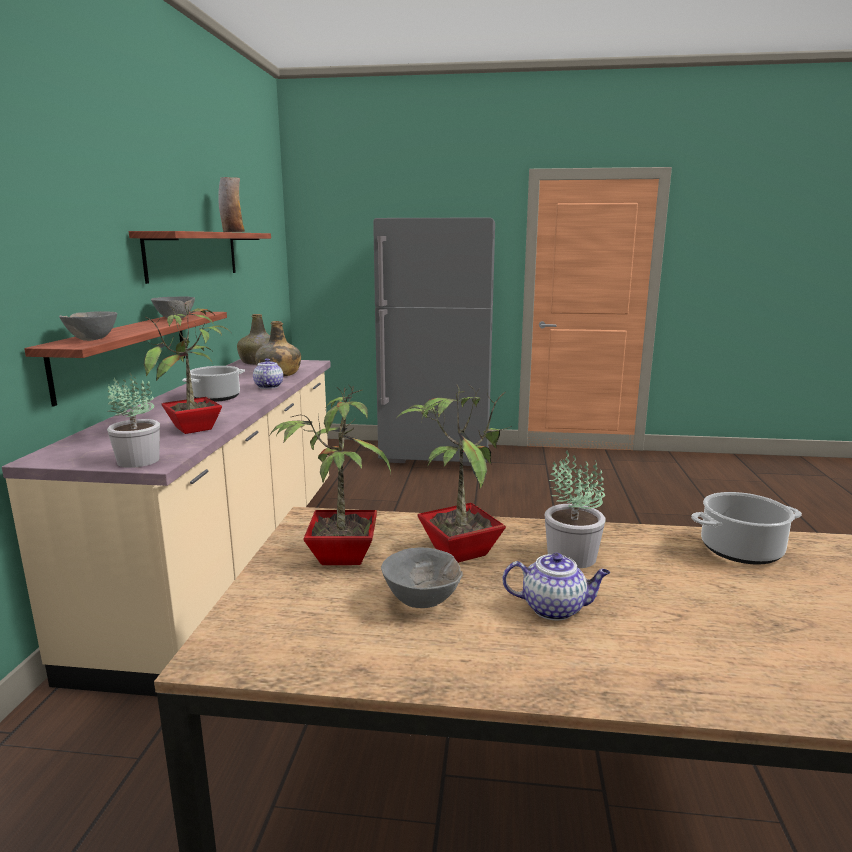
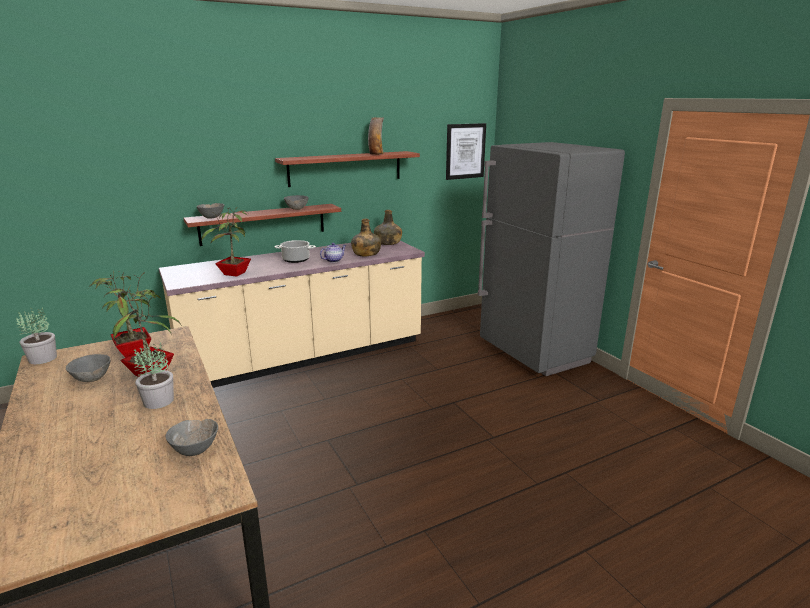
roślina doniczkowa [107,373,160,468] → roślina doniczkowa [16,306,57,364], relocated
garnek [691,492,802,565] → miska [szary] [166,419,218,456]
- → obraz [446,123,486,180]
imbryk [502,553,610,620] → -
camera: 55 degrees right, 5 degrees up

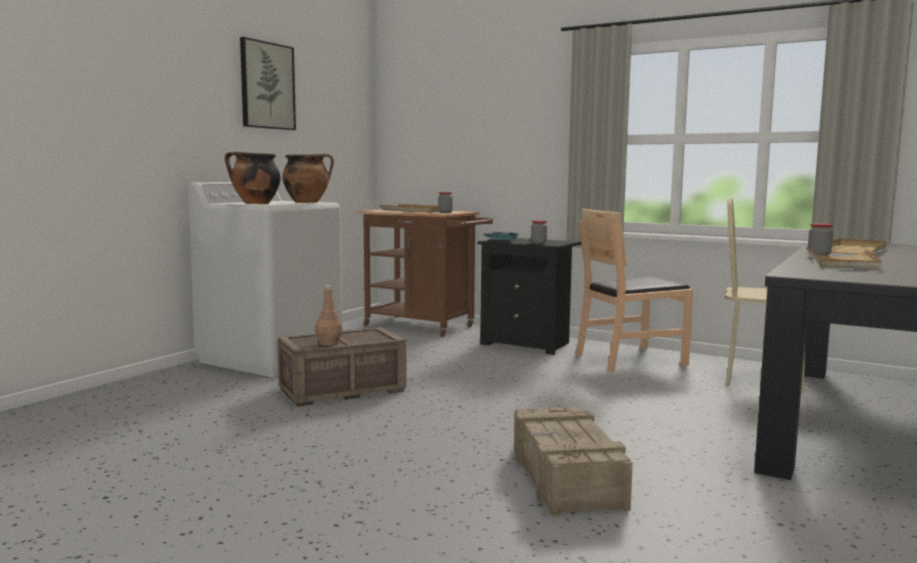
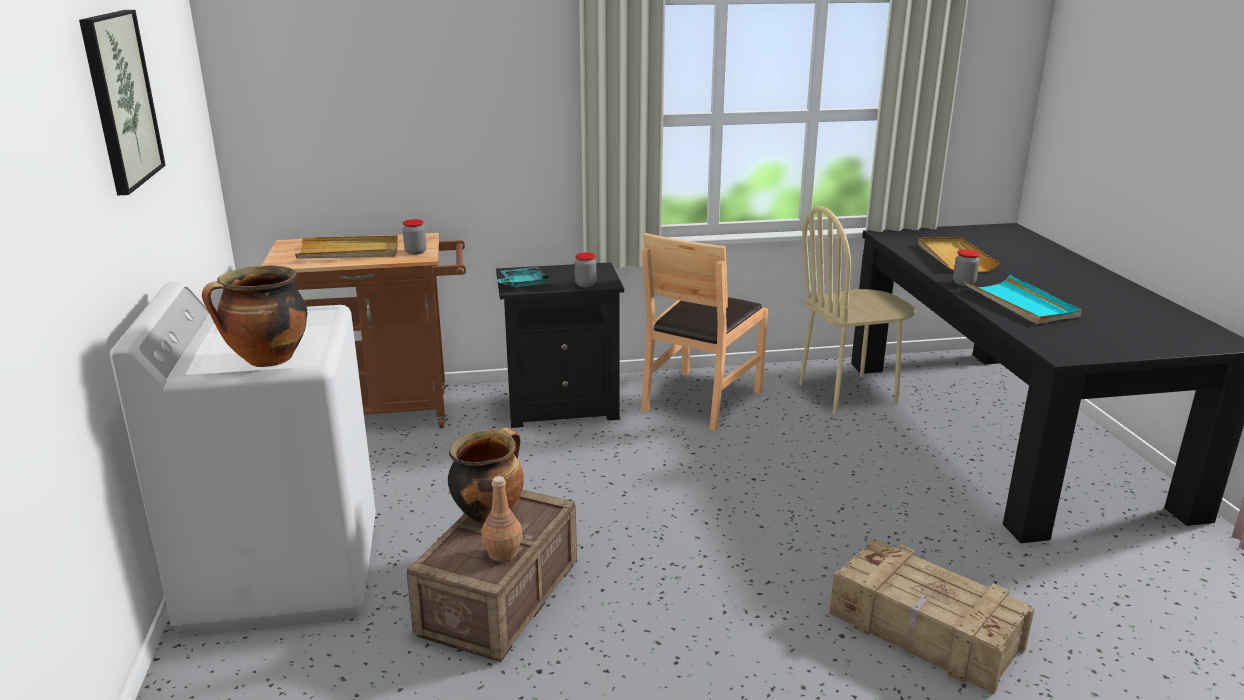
garnek [283,153,334,203] → garnek [448,427,524,524], relocated
taca [beżowy] [806,247,882,270] → taca [turkusowy] [964,275,1082,324]
camera: 40 degrees left, 15 degrees up

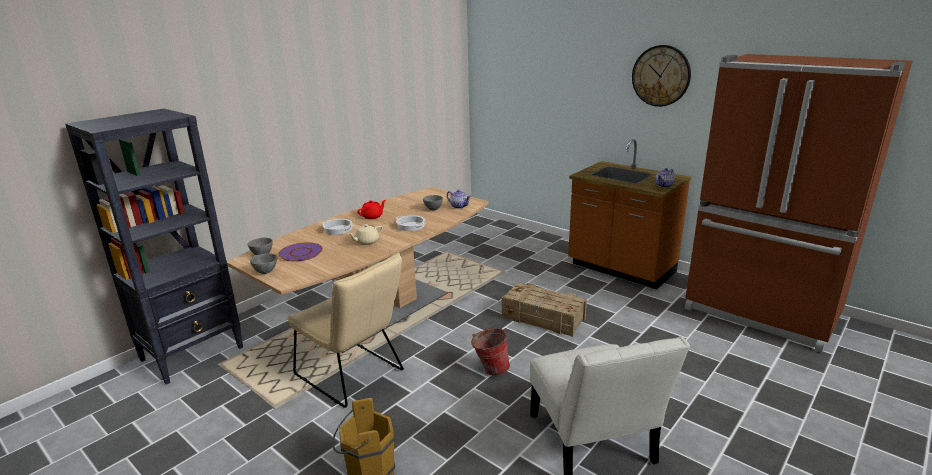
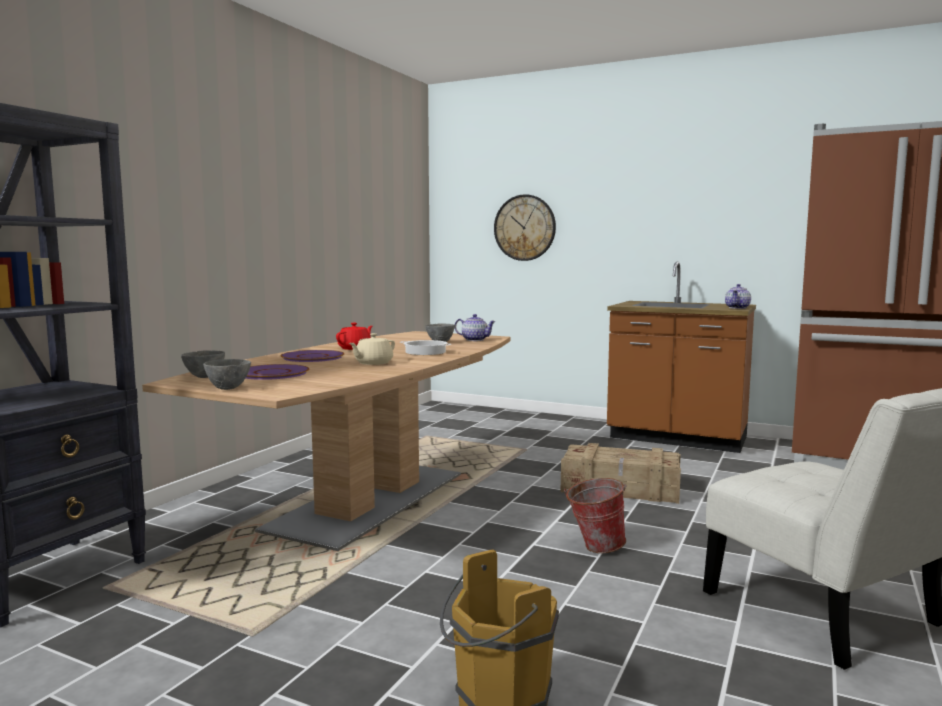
garnek [322,219,354,235] → talerz [fioletowy] [280,350,345,362]
zegar ścienny [632,45,691,107] → zegar ścienny [494,194,556,261], relocated
krzesło [beżowy] [287,253,404,408] → -
camera: 15 degrees left, 15 degrees down

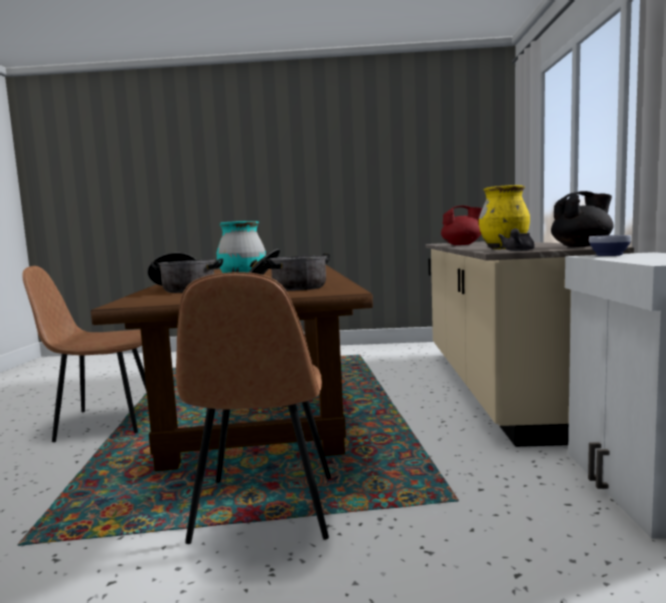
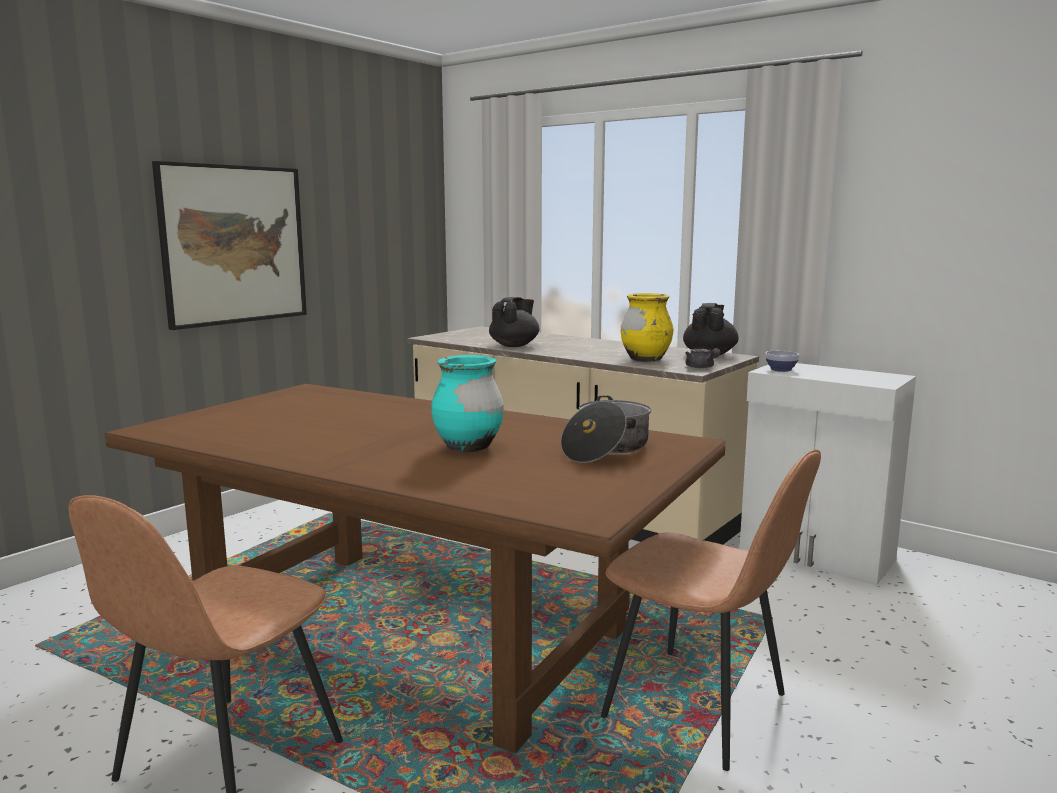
- → obraz [152,161,307,330]
imbryk [czerwony] [441,205,482,245] → imbryk [czarny] [489,297,539,347]
garnek [147,253,223,293] → -
camera: 55 degrees left, 5 degrees up

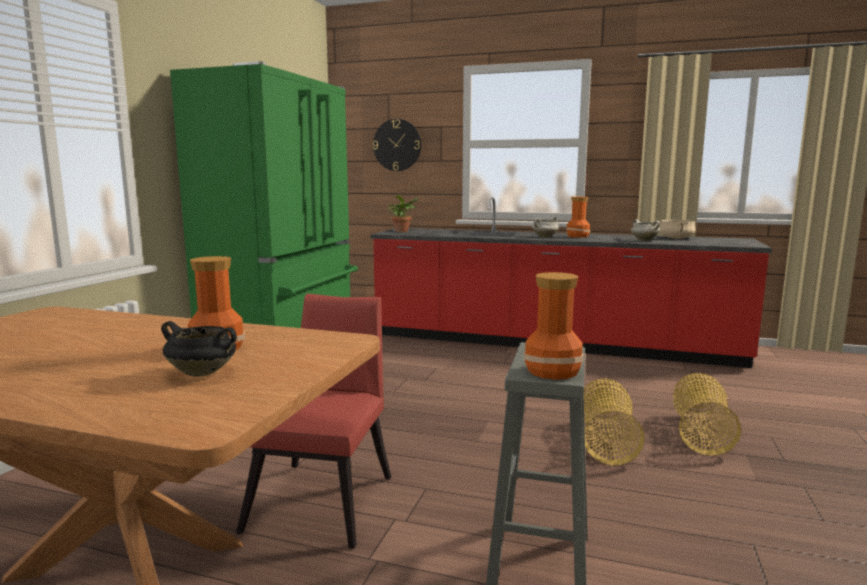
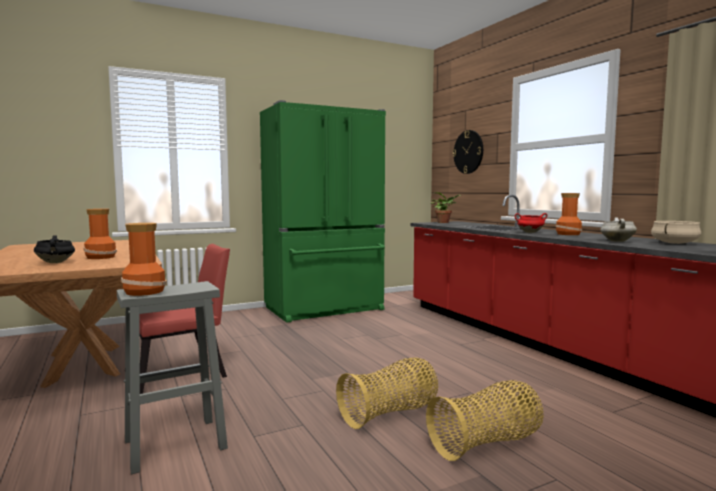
garnek [biały] [532,217,559,238] → garnek [czerwony] [515,213,547,233]
camera: 45 degrees right, 5 degrees down

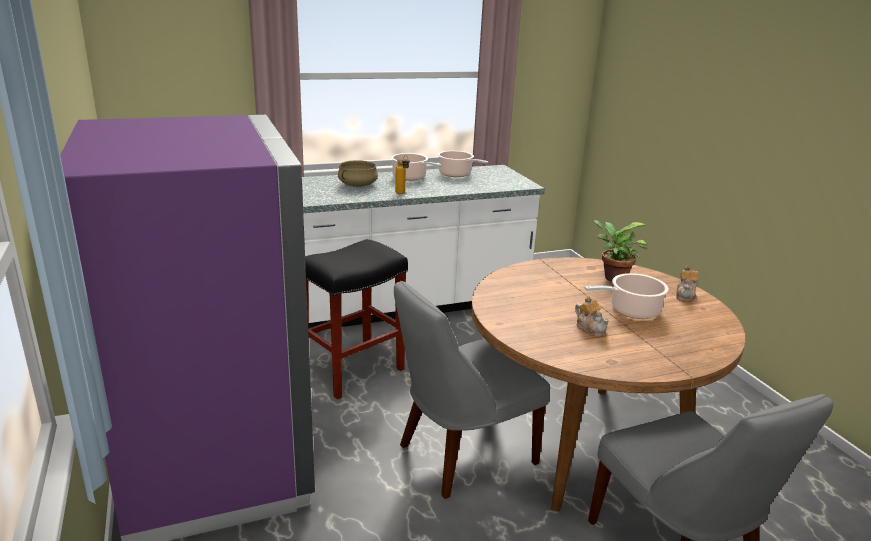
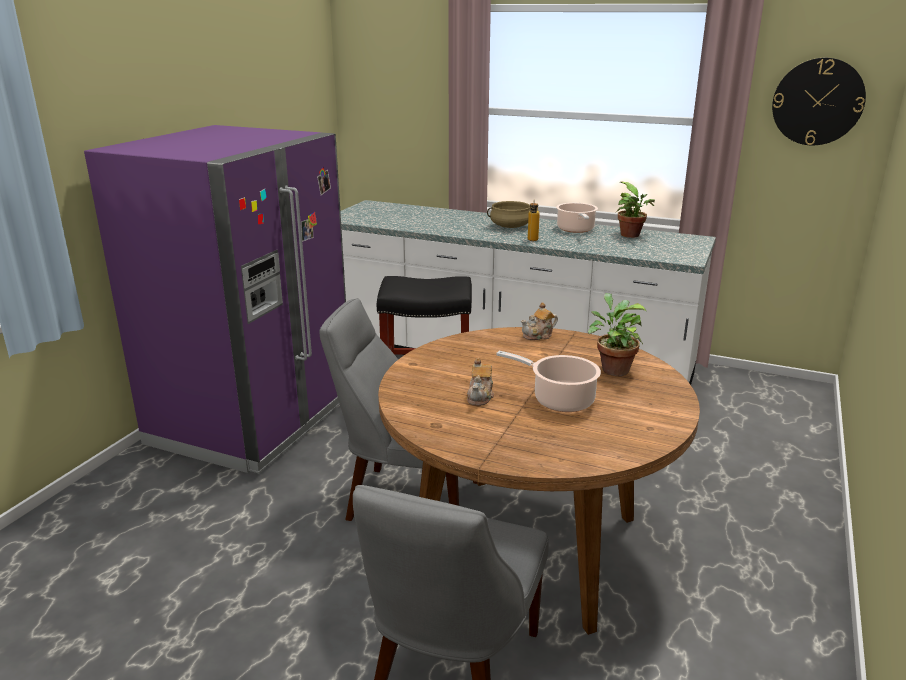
imbryk [676,265,698,302] → imbryk [521,302,558,340], relocated
garnek [438,151,488,177] → roślina doniczkowa [616,182,655,238]
- → zegar ścienny [772,58,866,145]
camera: 45 degrees right, 0 degrees up

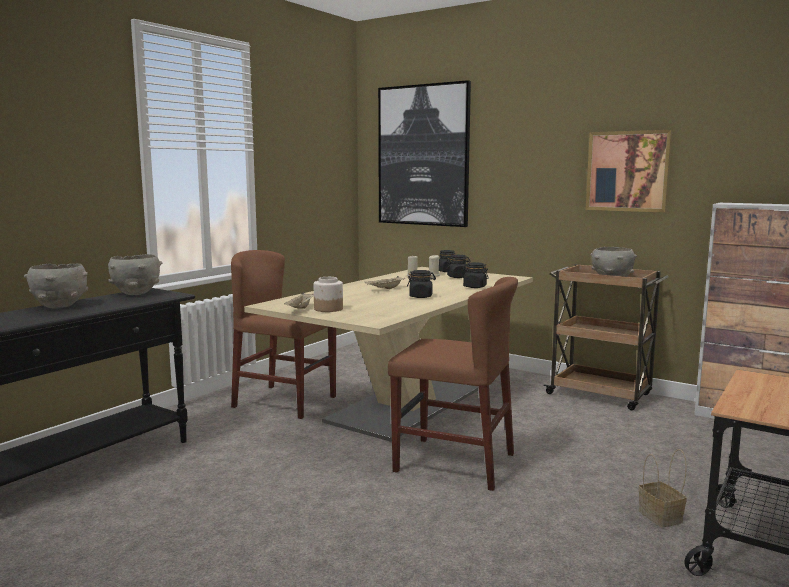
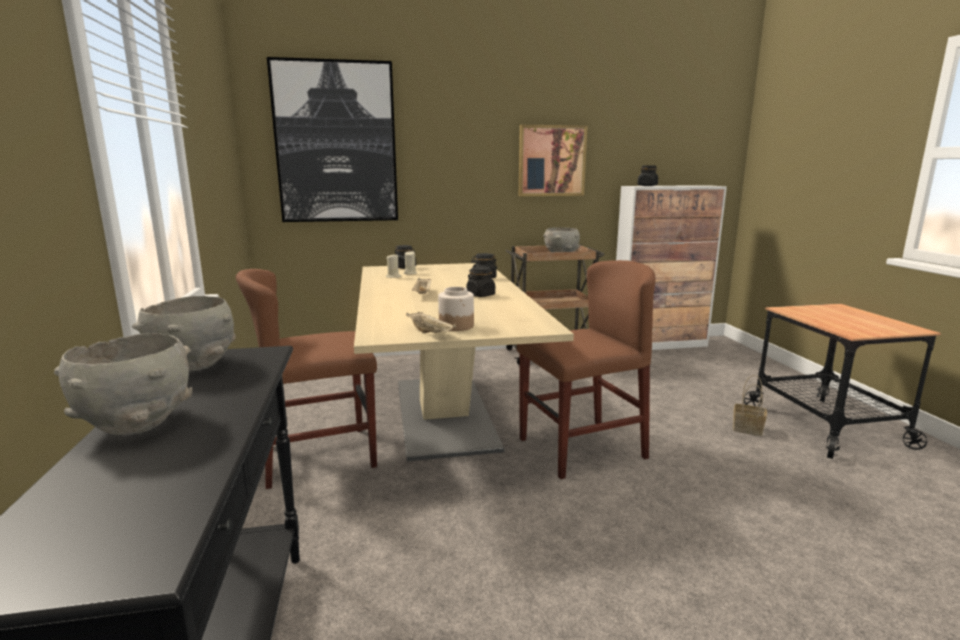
słoik [czarny] [446,255,471,278] → słoik [czarny] [637,166,658,186], relocated
camera: 45 degrees left, 5 degrees up

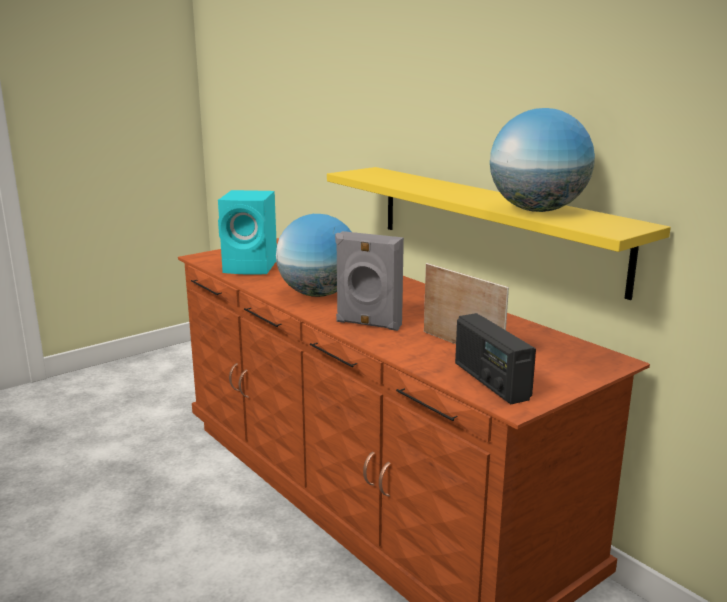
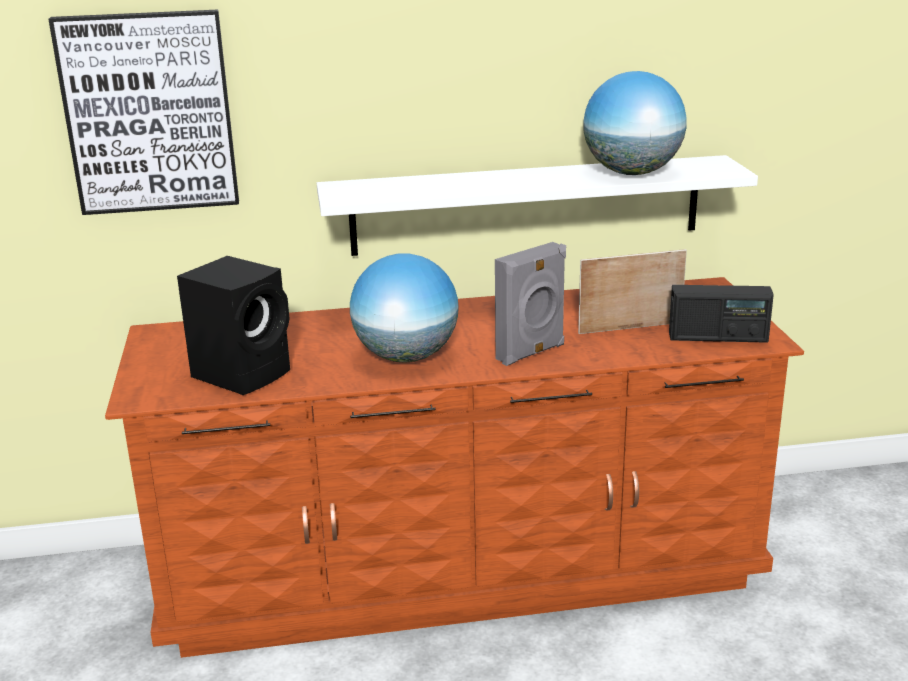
- → obraz [48,10,239,215]
głośnik [turkusowy] [218,190,277,275] → głośnik [czarny] [177,256,290,395]
półka [żółty] [327,167,671,300] → półka [biały] [317,155,758,256]
camera: 60 degrees left, 5 degrees up

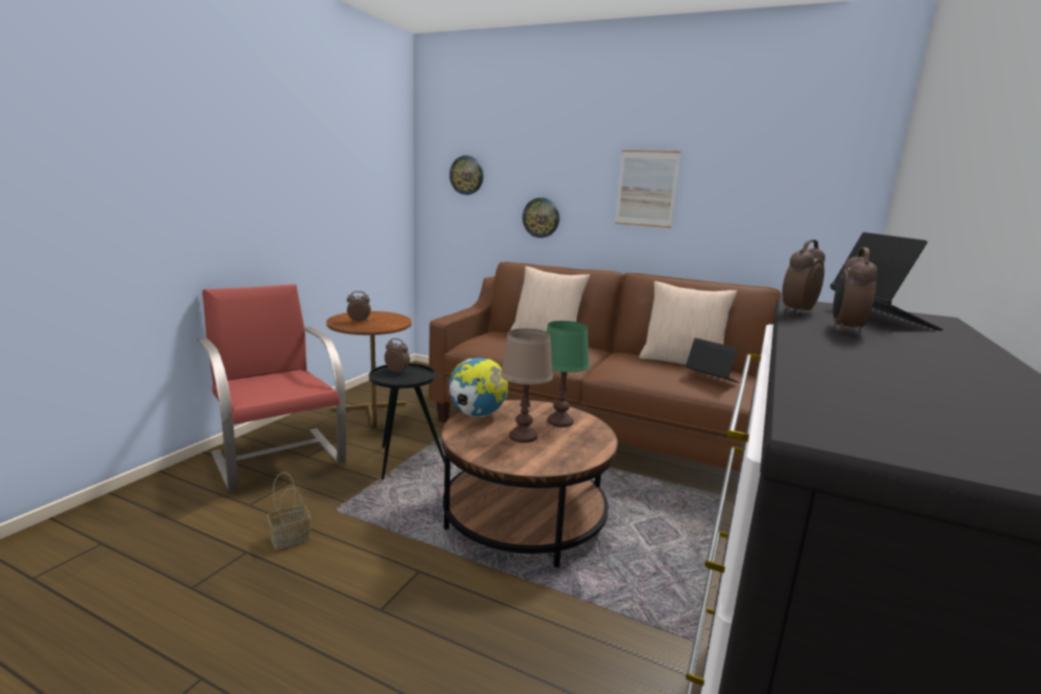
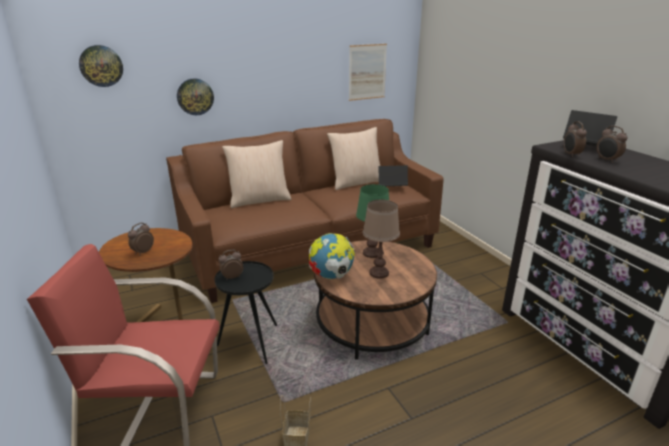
obraz [615,150,681,228] → obraz [349,44,387,101], relocated
camera: 50 degrees left, 10 degrees up

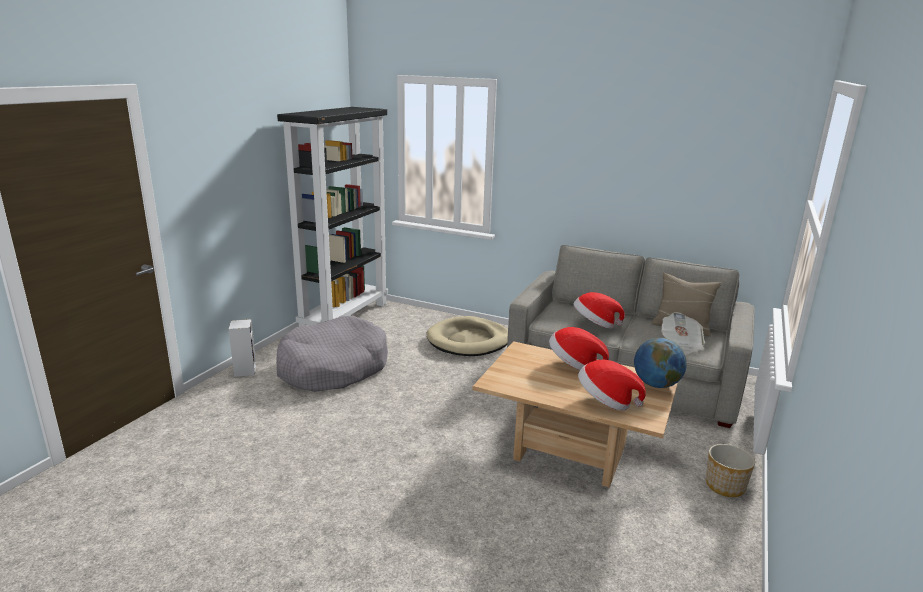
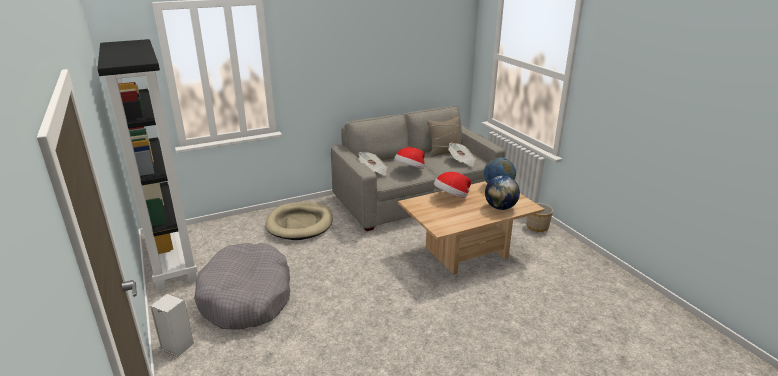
- → gazeta [359,152,388,176]
kapelusz [578,360,646,411] → globus [485,176,520,210]
camera: 50 degrees left, 5 degrees up

